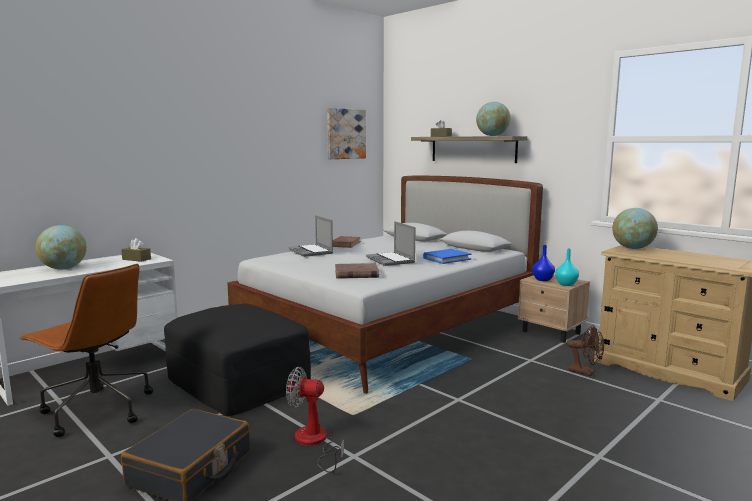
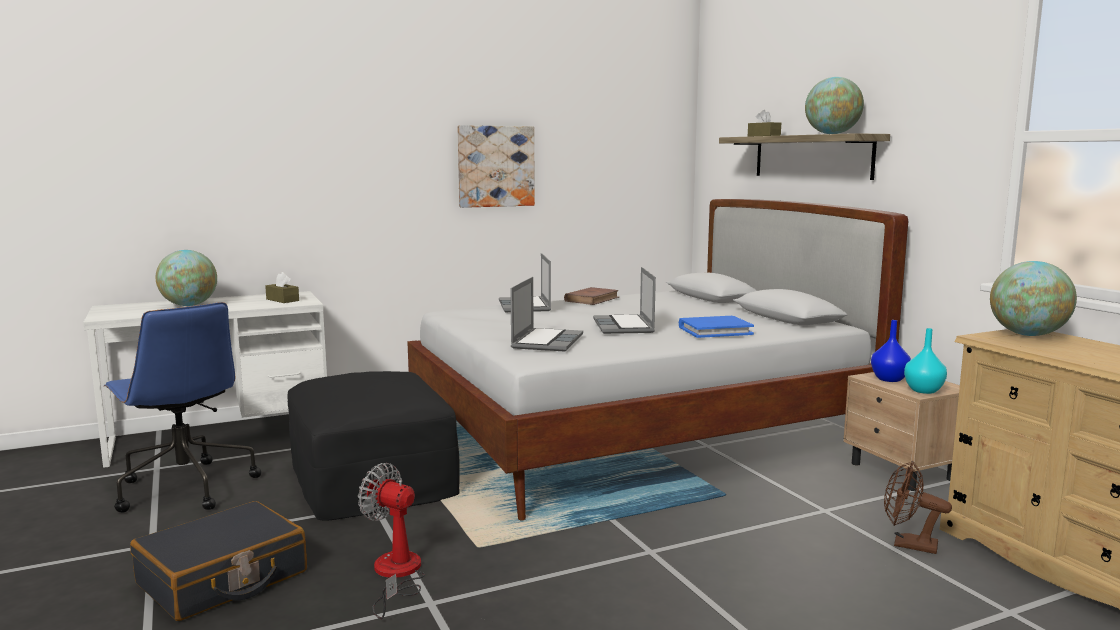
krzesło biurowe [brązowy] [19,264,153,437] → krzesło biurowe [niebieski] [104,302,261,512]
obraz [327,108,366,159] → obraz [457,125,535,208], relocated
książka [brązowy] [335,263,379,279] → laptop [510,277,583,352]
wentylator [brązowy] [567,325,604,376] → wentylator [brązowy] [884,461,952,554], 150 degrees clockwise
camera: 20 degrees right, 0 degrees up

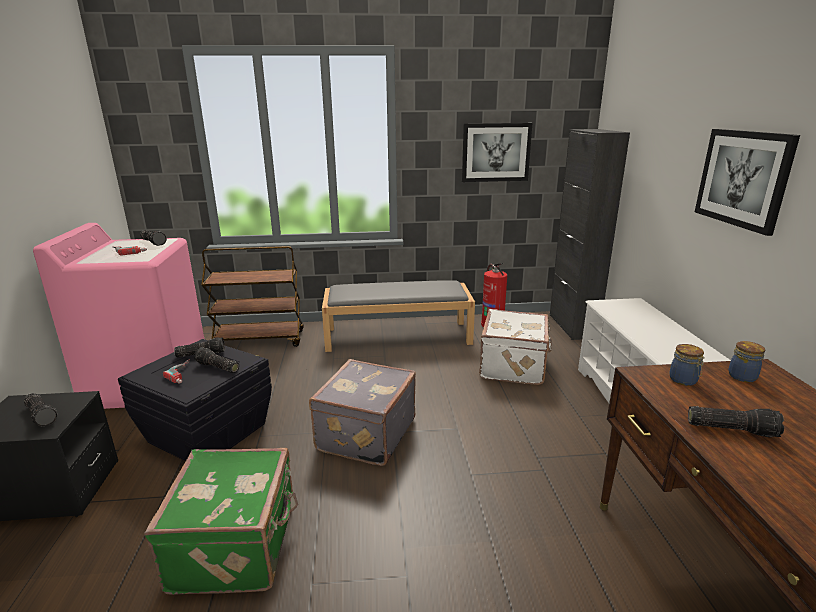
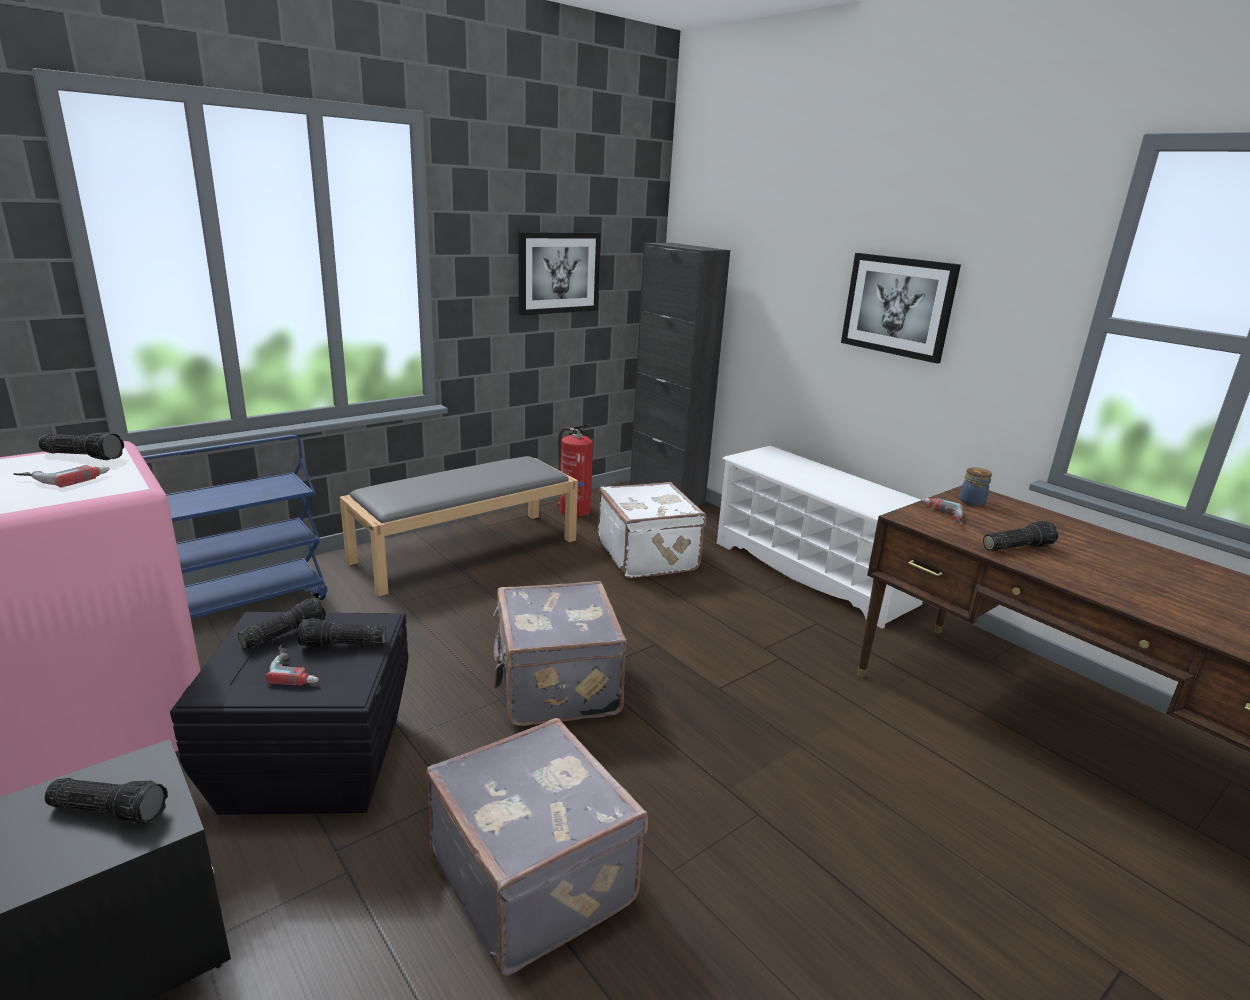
wózek [brązowy] [201,246,304,347] → wózek [niebieski] [142,435,327,618]
walizka [zielony] [144,448,298,595] → walizka [szary] [426,718,648,976]
słoik [669,344,704,386] → wiertarka [922,498,963,526]
camera: 35 degrees left, 0 degrees up

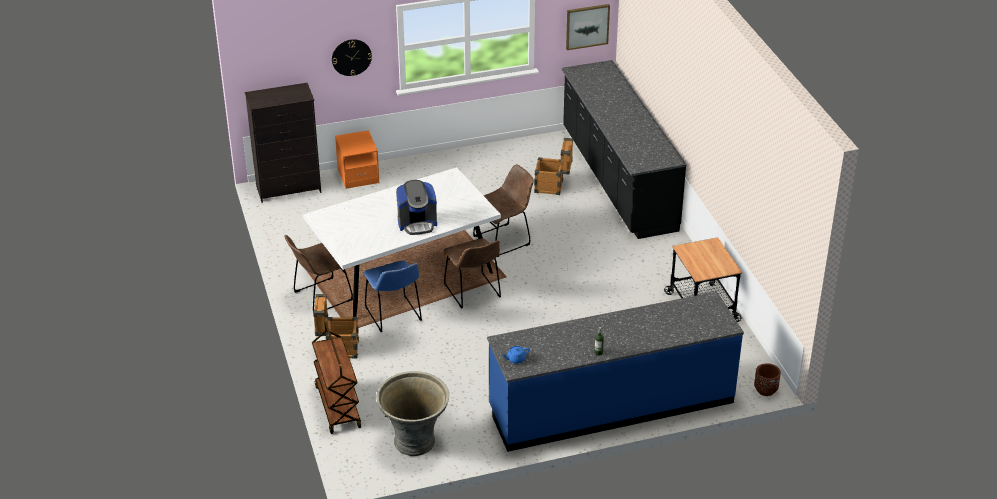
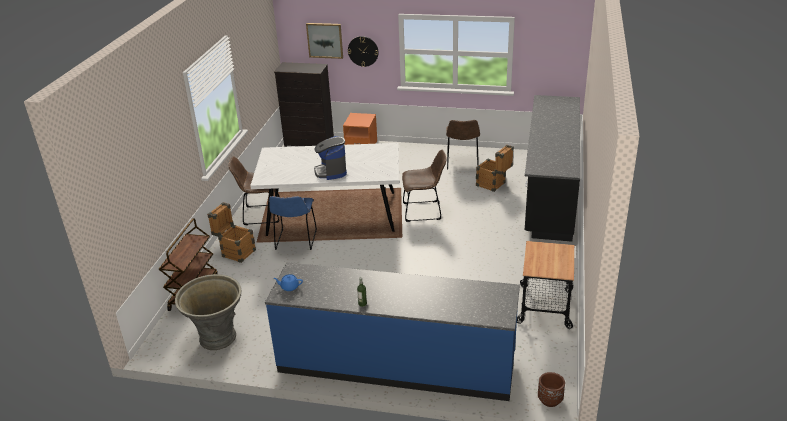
obraz [566,4,610,50] → obraz [306,23,343,59], relocated
ekspres do kawy [396,180,437,235] → ekspres do kawy [314,136,347,180], 60 degrees clockwise
krzesło [brązowy] [444,238,501,309] → krzesło [brązowy] [446,120,480,170], relocated
camera: 30 degrees right, 5 degrees down

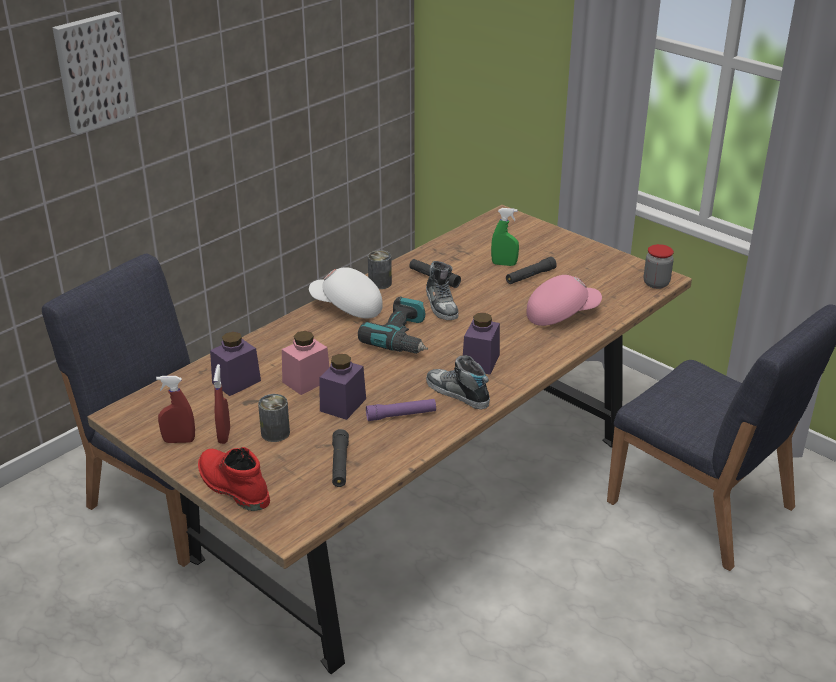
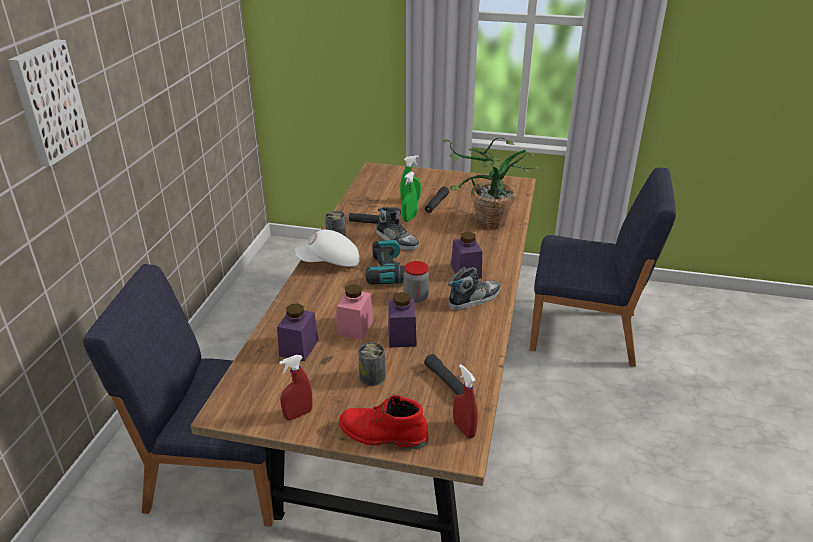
- → spryskiwacz [zielony] [402,172,417,222]
słoik [644,244,674,289] → słoik [404,261,429,303], relocated
czapka z daszkiem [różowy] [526,275,602,326] → roślina doniczkowa [442,137,538,229]
but [426,355,490,410] → but [448,267,500,311], 135 degrees clockwise
spryskiwacz [czerwony] [214,364,230,444] → spryskiwacz [czerwony] [453,364,478,438], relocated
latarka [fioletowy] [366,399,436,421] → -
camera: 30 degrees left, 0 degrees up

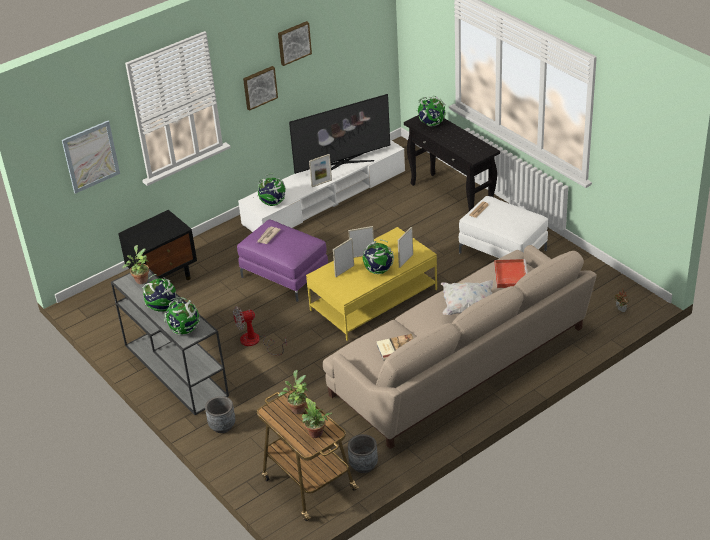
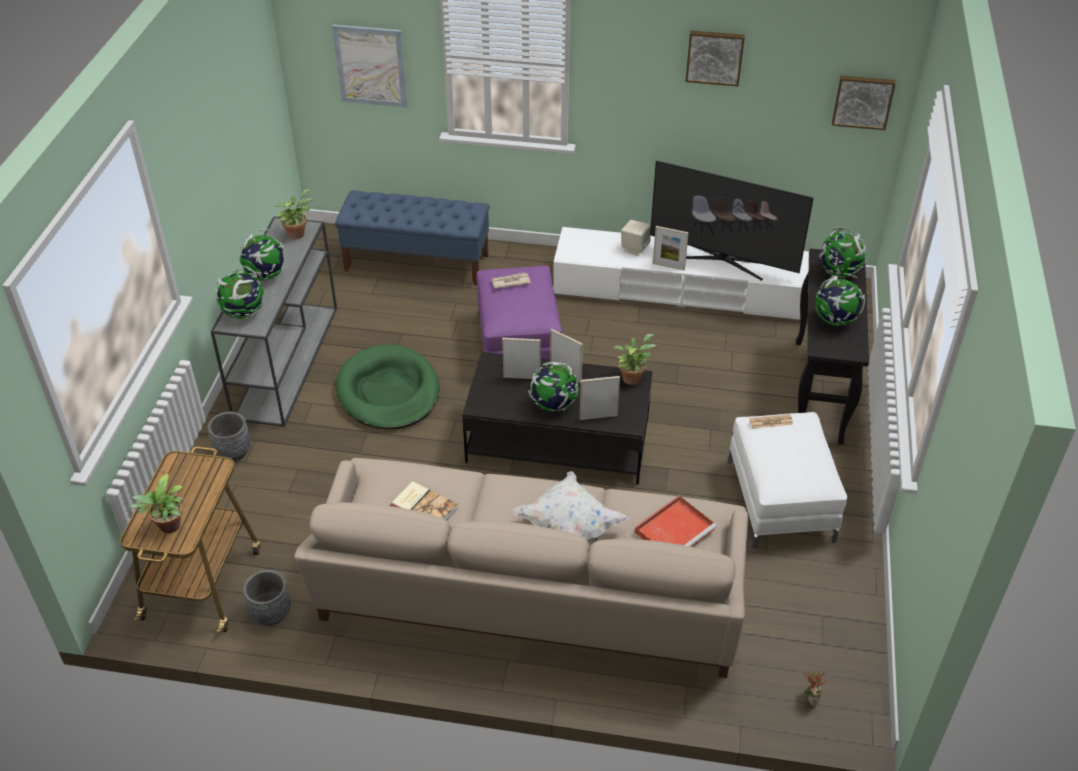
szafka nocna [czarny] [118,210,197,280] → ławka [niebieski] [335,190,490,286]
wentylator [233,306,287,355] → legowisko [zielony] [336,345,440,430]
ława [żółty] [306,227,437,341] → ława [czarny] [462,352,653,485]
roślina doniczkowa [278,370,308,414] → roślina doniczkowa [613,334,656,385], relocated
- → głośnik [beżowy] [621,220,651,256]
globus [257,173,286,206] → globus [816,273,865,326], relocated
obraz [243,66,278,111] → obraz [832,76,896,130], relocated
camera: 45 degrees right, 5 degrees up

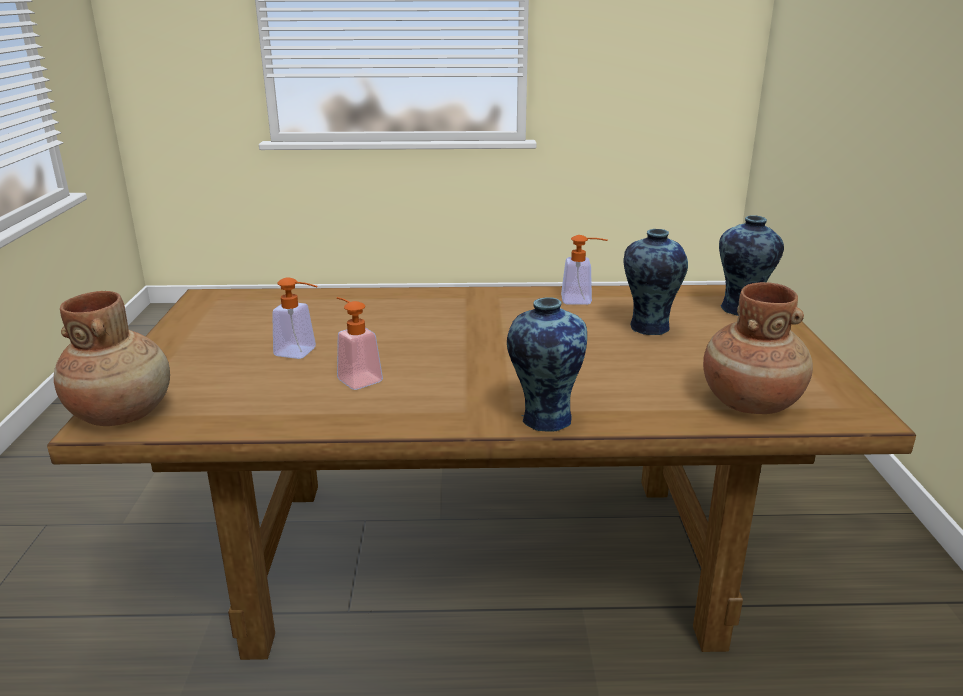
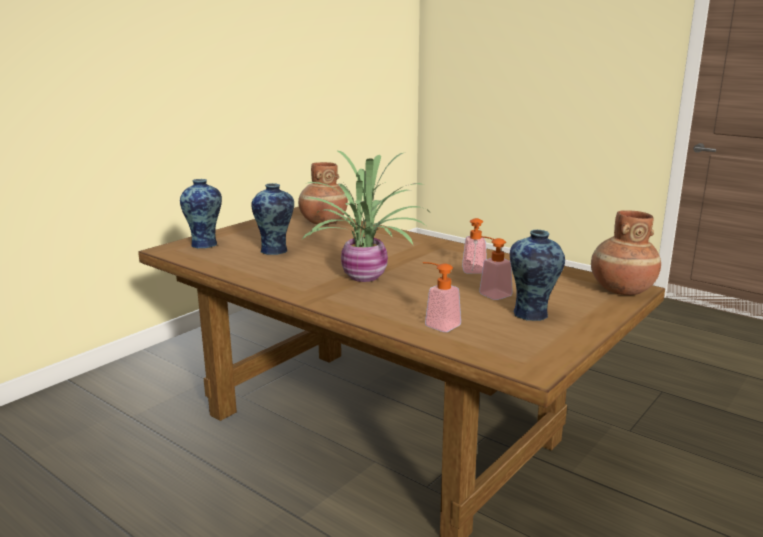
- → roślina doniczkowa [302,150,428,282]
dozownik mydła [561,235,608,305] → dozownik mydła [423,262,461,332], relocated
wazon [507,297,587,432] → wazon [510,230,565,321], relocated
camera: 140 degrees left, 5 degrees down

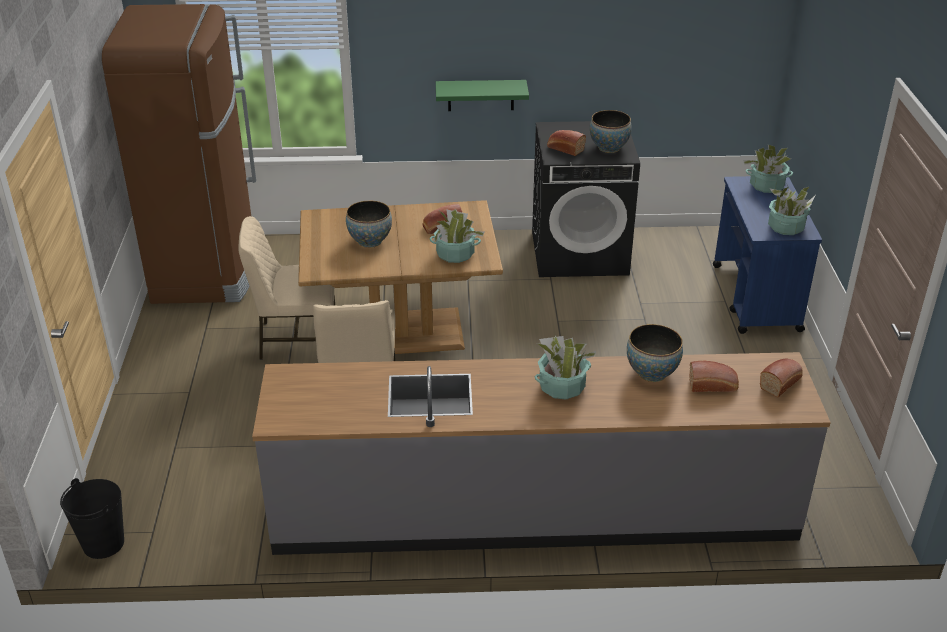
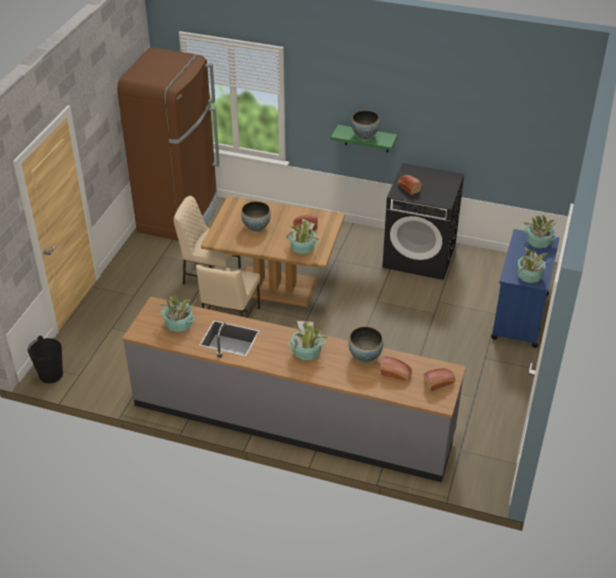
- → roślina doniczkowa [158,295,196,332]
miska [590,110,632,153] → miska [351,110,380,140], relocated
camera: 20 degrees right, 5 degrees up

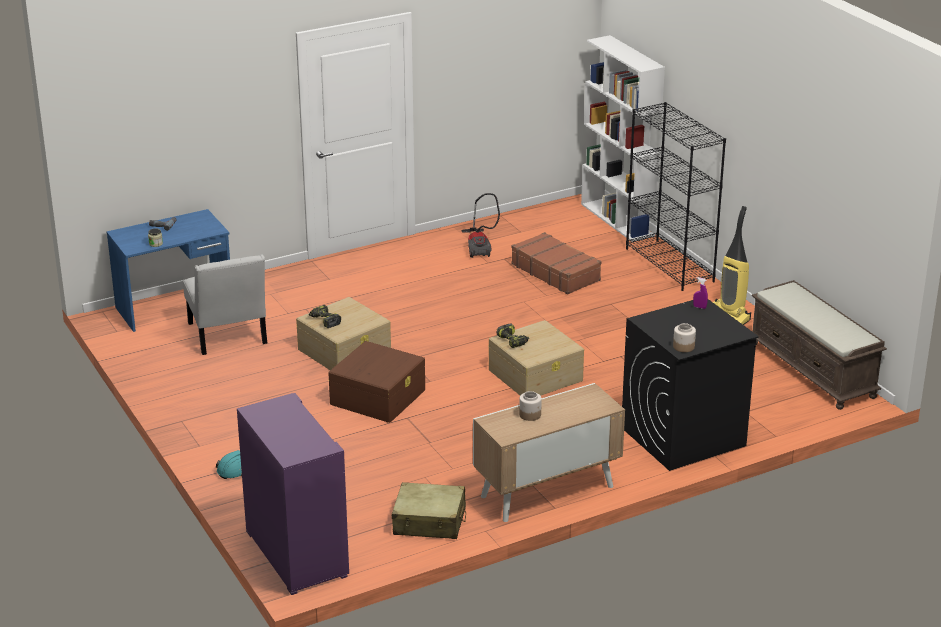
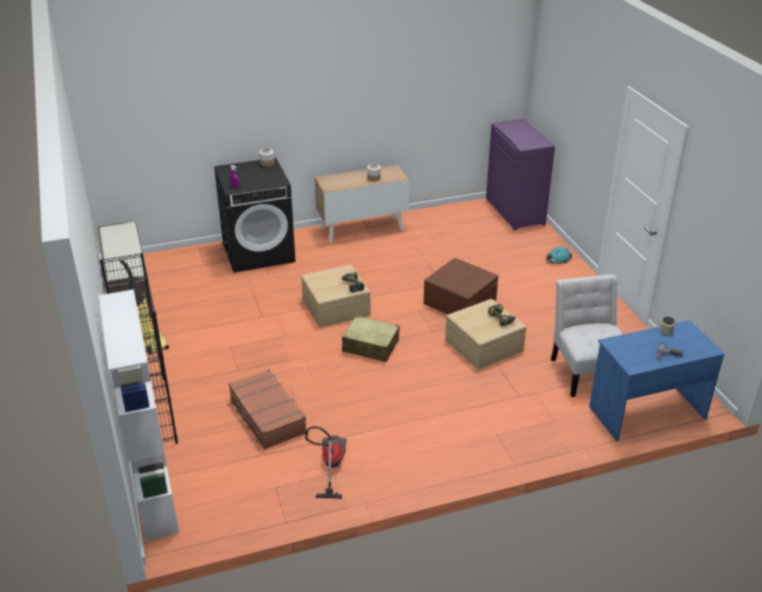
walizka [beżowy] [392,482,466,539] → walizka [beżowy] [342,315,400,362], relocated
camera: 170 degrees left, 5 degrees up

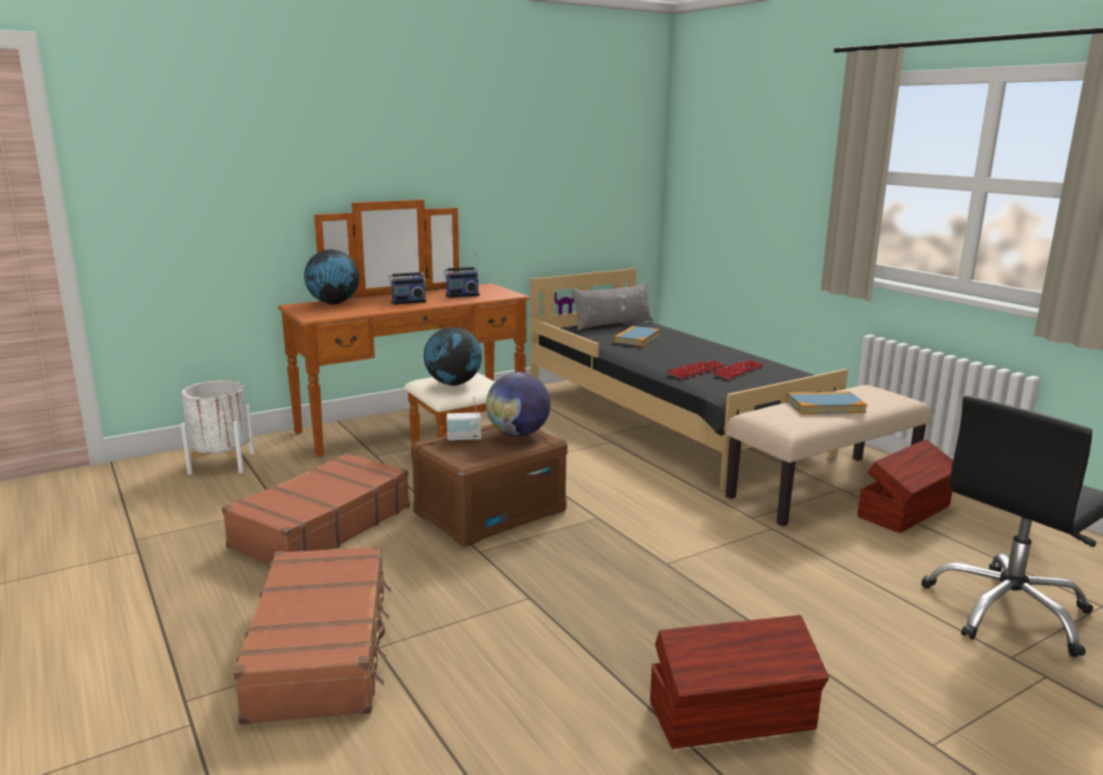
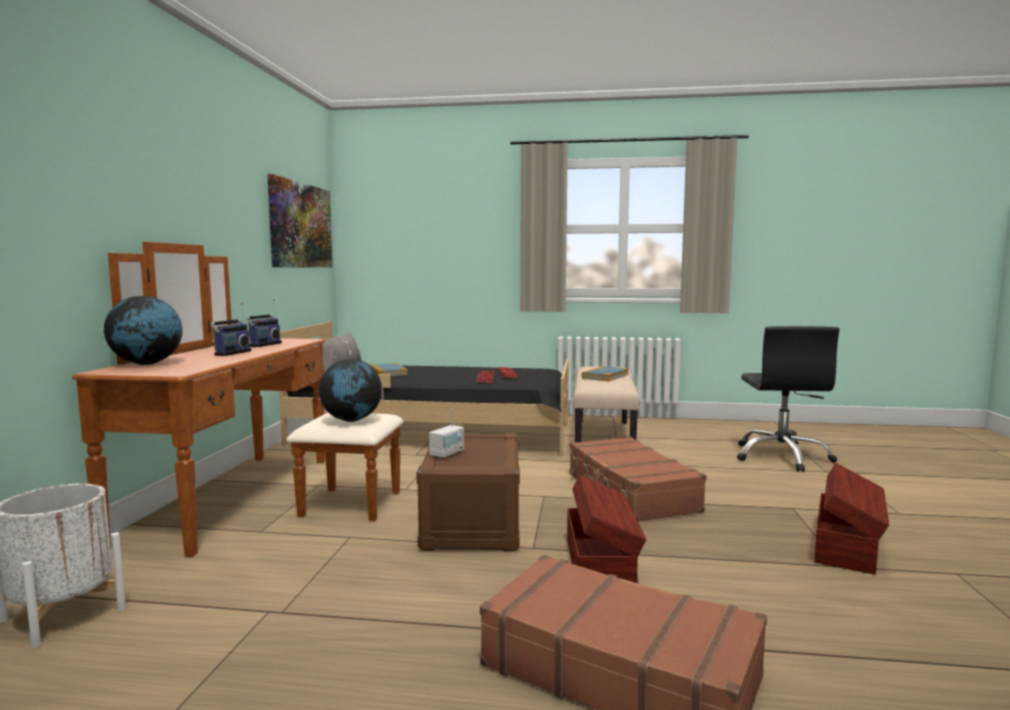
- → obraz [267,174,333,268]
pojemnik do przechowywania [brązowy] [857,439,953,533] → pojemnik do przechowywania [brązowy] [567,474,646,583], relocated
walizka [brązowy] [222,452,410,564] → walizka [brązowy] [569,437,707,522], relocated
globus [486,372,551,437] → -
camera: 50 degrees left, 10 degrees down

